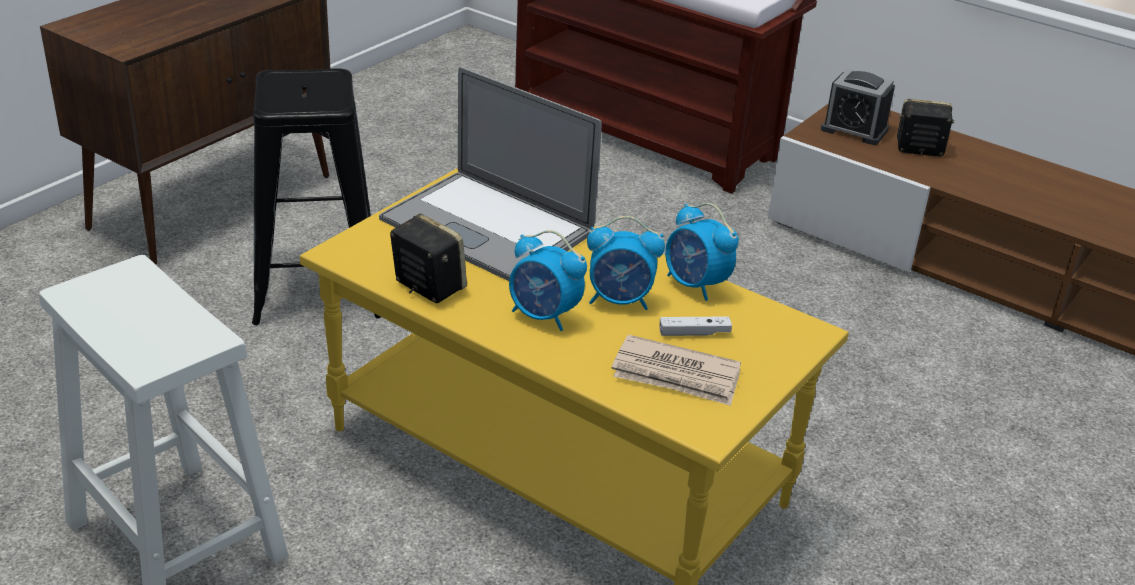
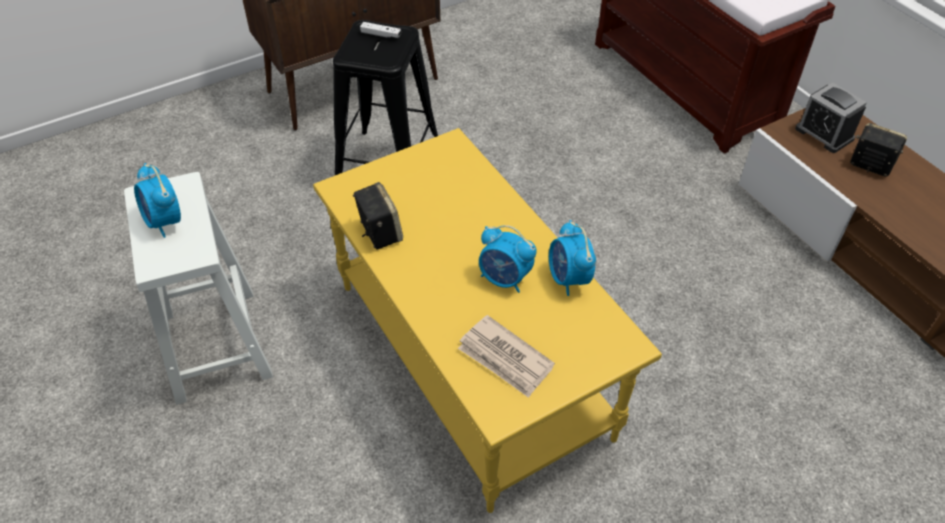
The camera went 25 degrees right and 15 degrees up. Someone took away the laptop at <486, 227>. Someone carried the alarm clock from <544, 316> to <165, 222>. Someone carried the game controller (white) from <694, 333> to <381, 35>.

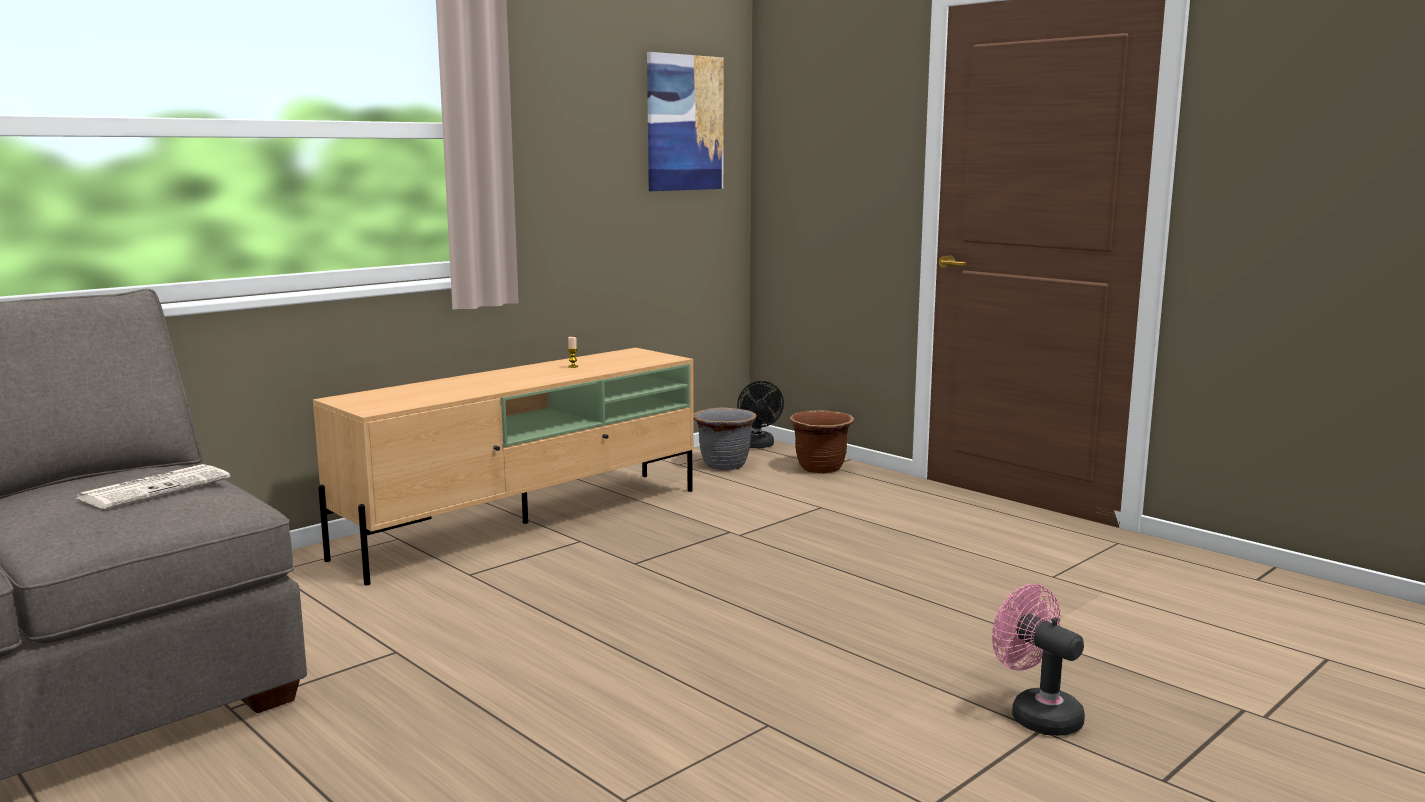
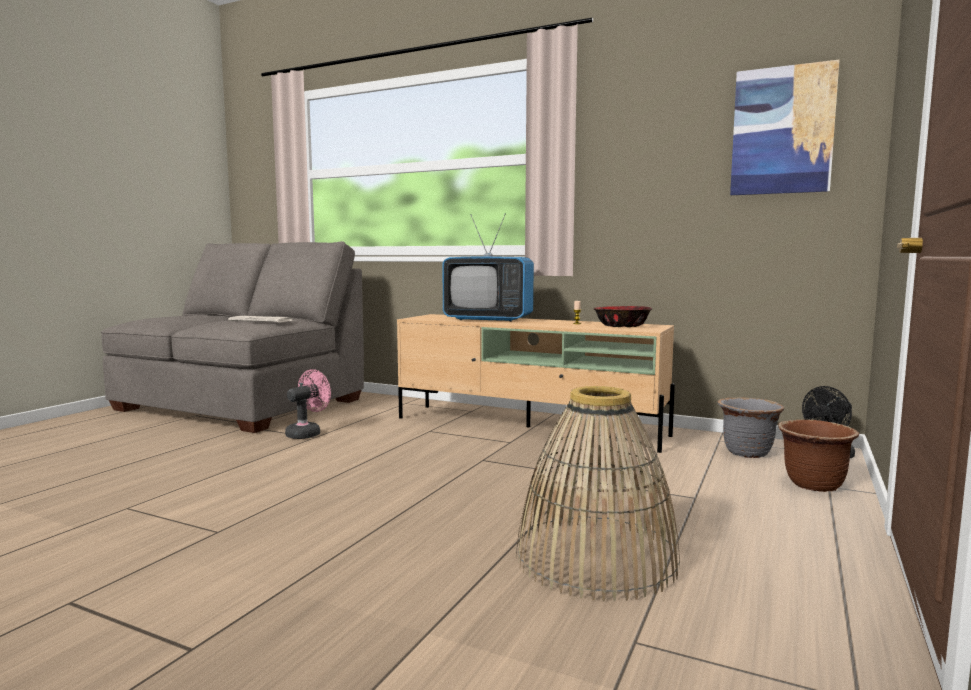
The camera went 70 degrees right and 5 degrees down. Someone carried the fan (pink) from <1036, 714> to <307, 433>. Someone put down the television at <488, 319>. Someone put down the basket at <596, 558>. Someone put down the bowl at <621, 325>.

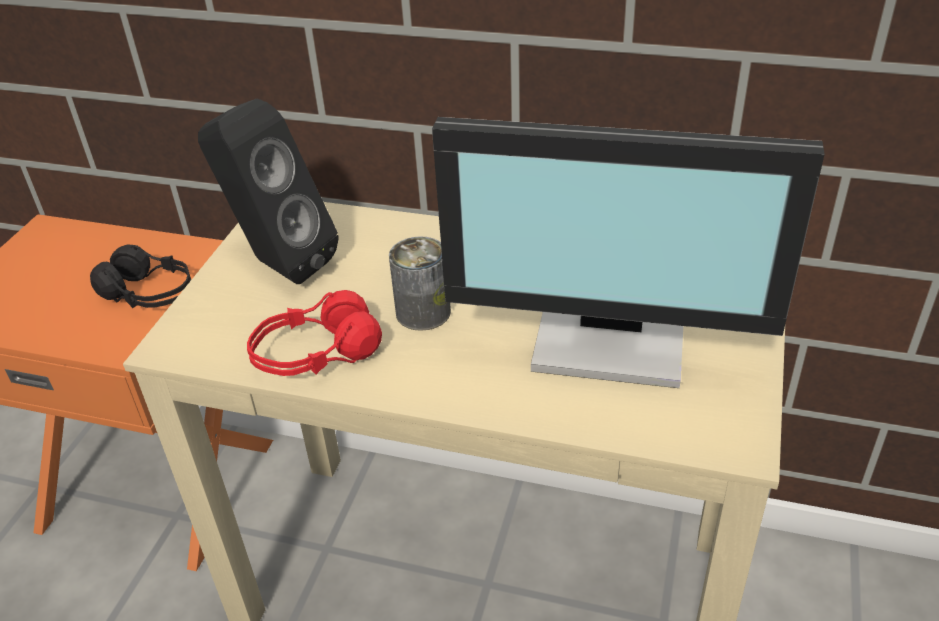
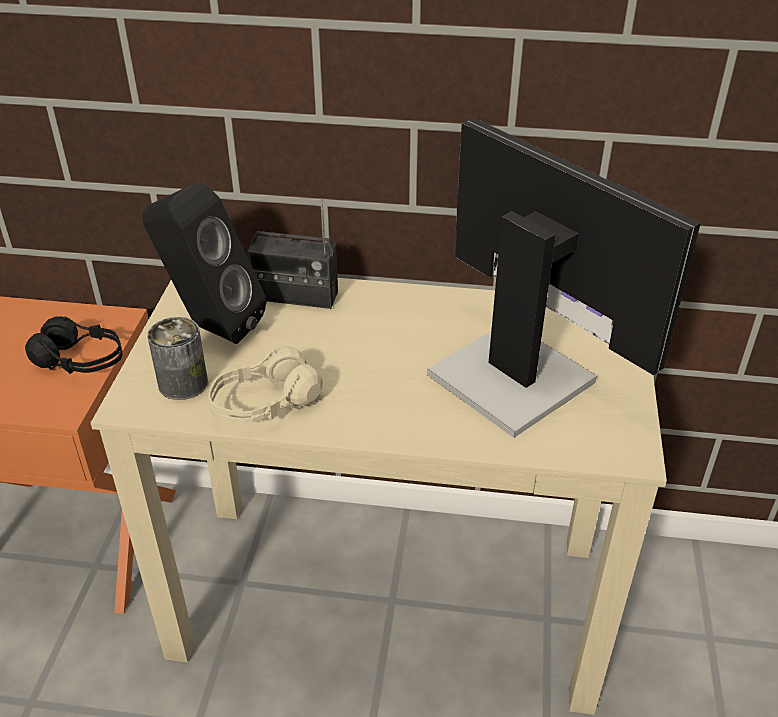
The camera went 10 degrees left and 0 degrees up. Someone repainted the headphones (red) at <316, 355>, which became the headphones (beige) at <264, 404>. Someone carried the can from <423, 312> to <183, 383>. Someone rotated the monitor at <612, 337> by 135 degrees counterclockwise. Someone put down the radio at <295, 296>.

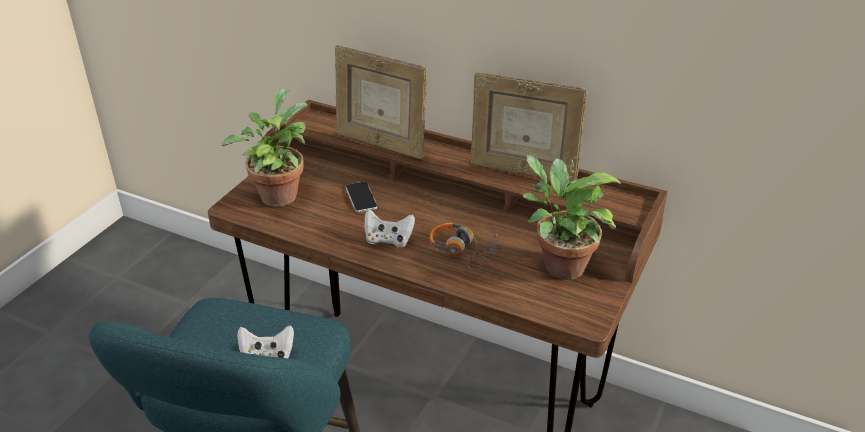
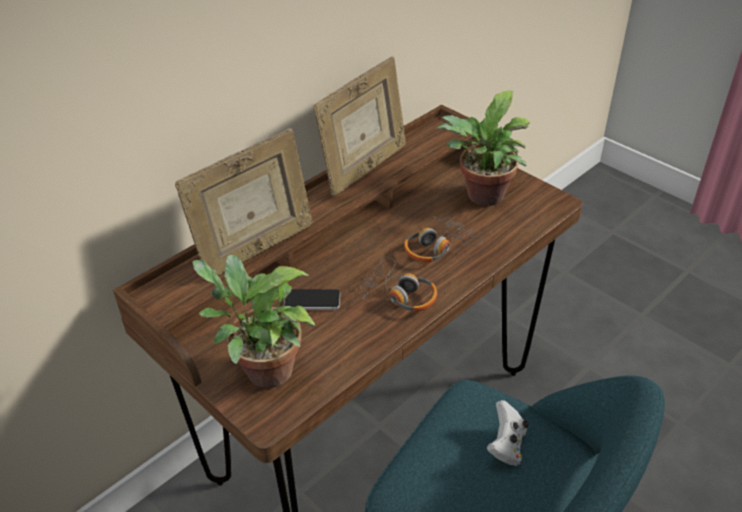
The camera went 70 degrees left and 5 degrees up. Someone swapped the game controller (white) at <388, 240> for the headphones at <399, 294>.

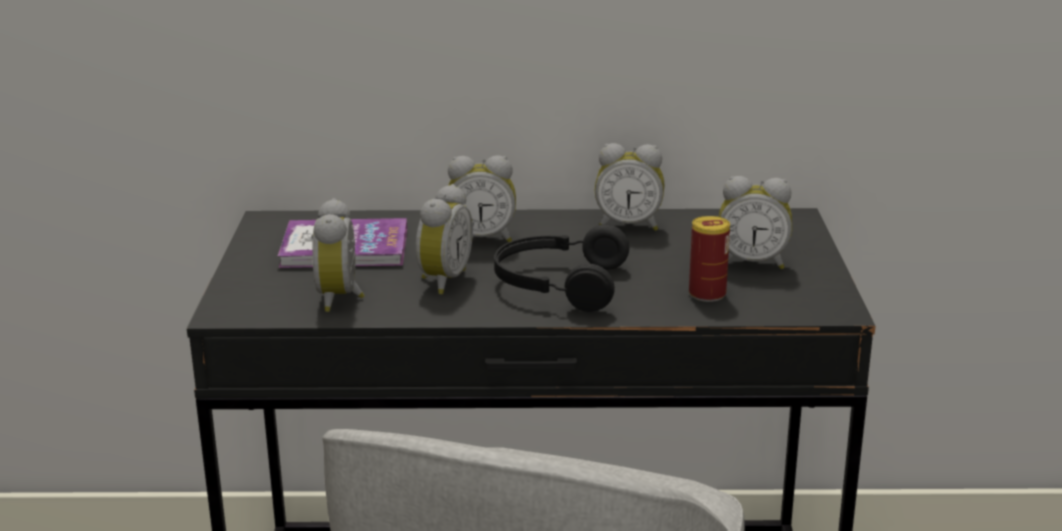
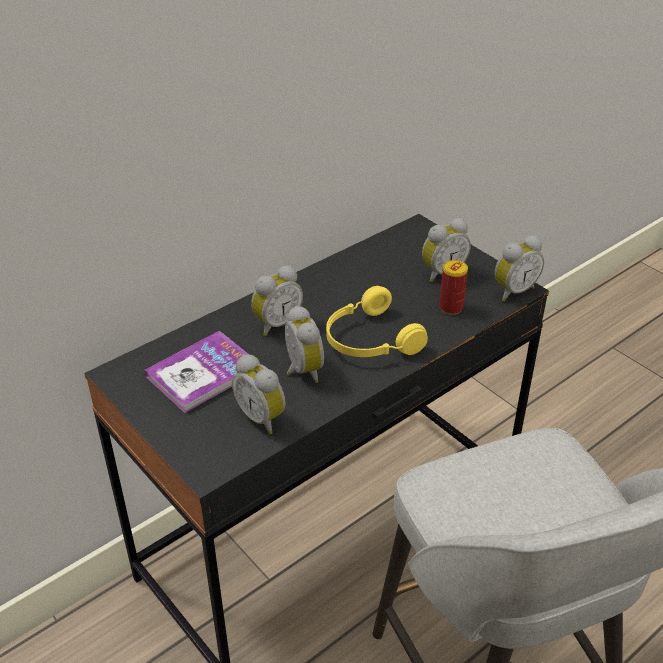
The camera went 40 degrees left and 15 degrees up. Someone repainted the headphones (black) at <558, 285>, which became the headphones (yellow) at <369, 340>. Someone carried the alarm clock from <628, 225> to <513, 290>.

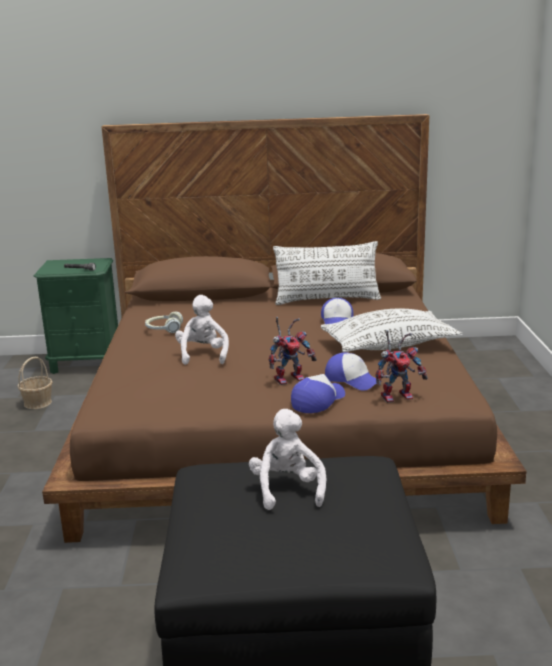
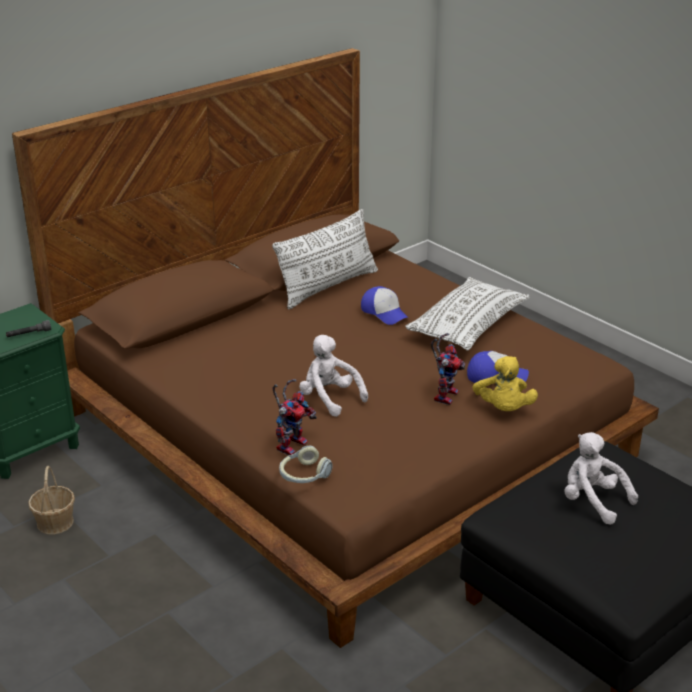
The camera went 40 degrees left and 10 degrees up. Someone carried the headphones from <164, 329> to <304, 475>. Someone swapped the cap at <318, 401> for the plush toy (yellow) at <503, 409>. Someone carried the toy robot from <398, 396> to <291, 443>.

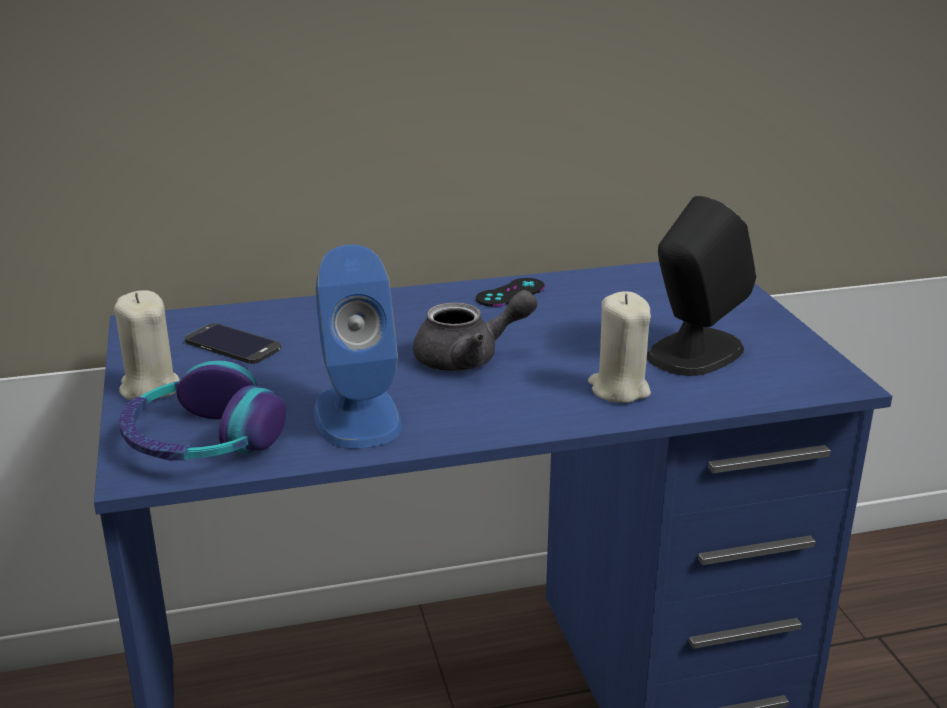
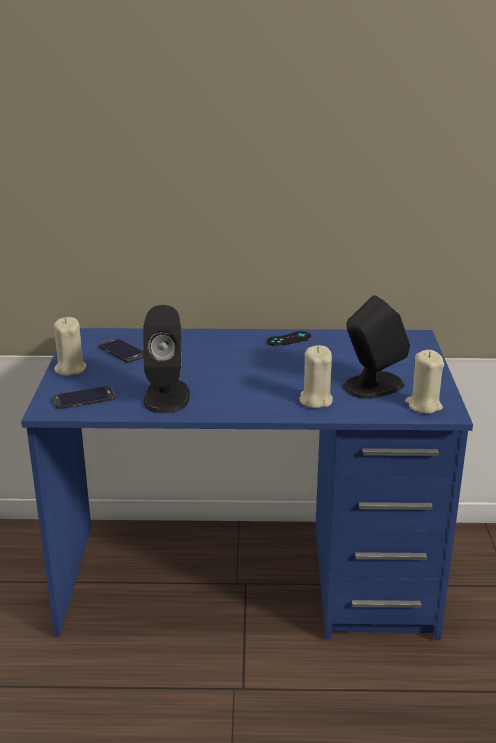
The camera went 15 degrees right and 0 degrees up. Someone swapped the headphones at <202, 440> for the phone at <84, 398>. Someone repainted the speaker (blue) at <357, 416>, which became the speaker (black) at <167, 396>. Someone took away the teapot (grey) at <469, 358>. Someone put down the candle (beige) at <423, 405>.

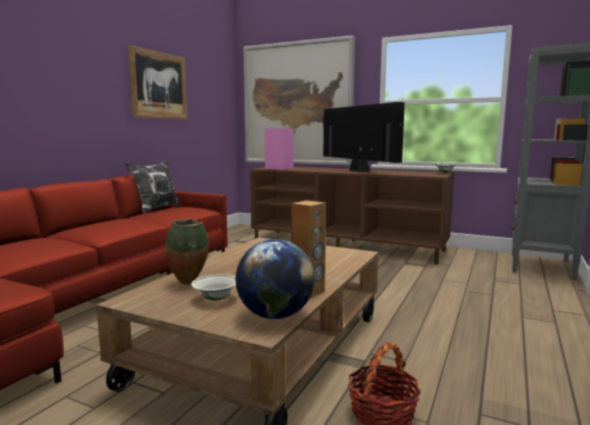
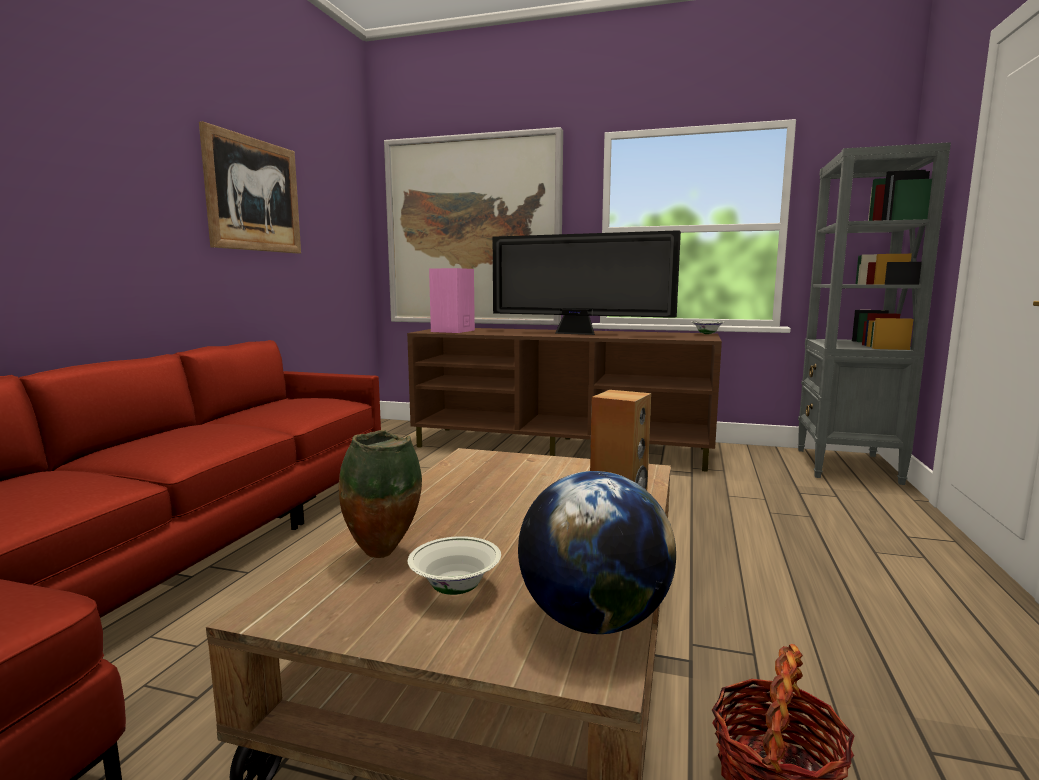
The camera went 10 degrees left and 0 degrees up. Someone took away the pillow at <155, 209>. Someone rotated the television at <358, 171> by 150 degrees clockwise.

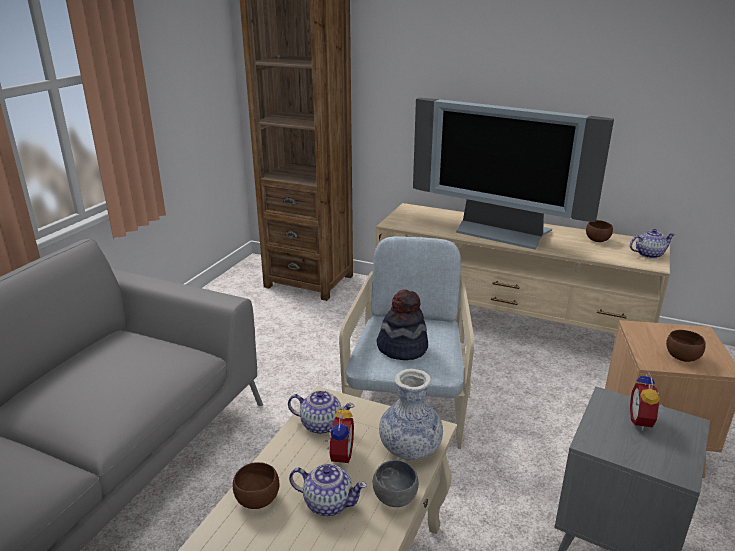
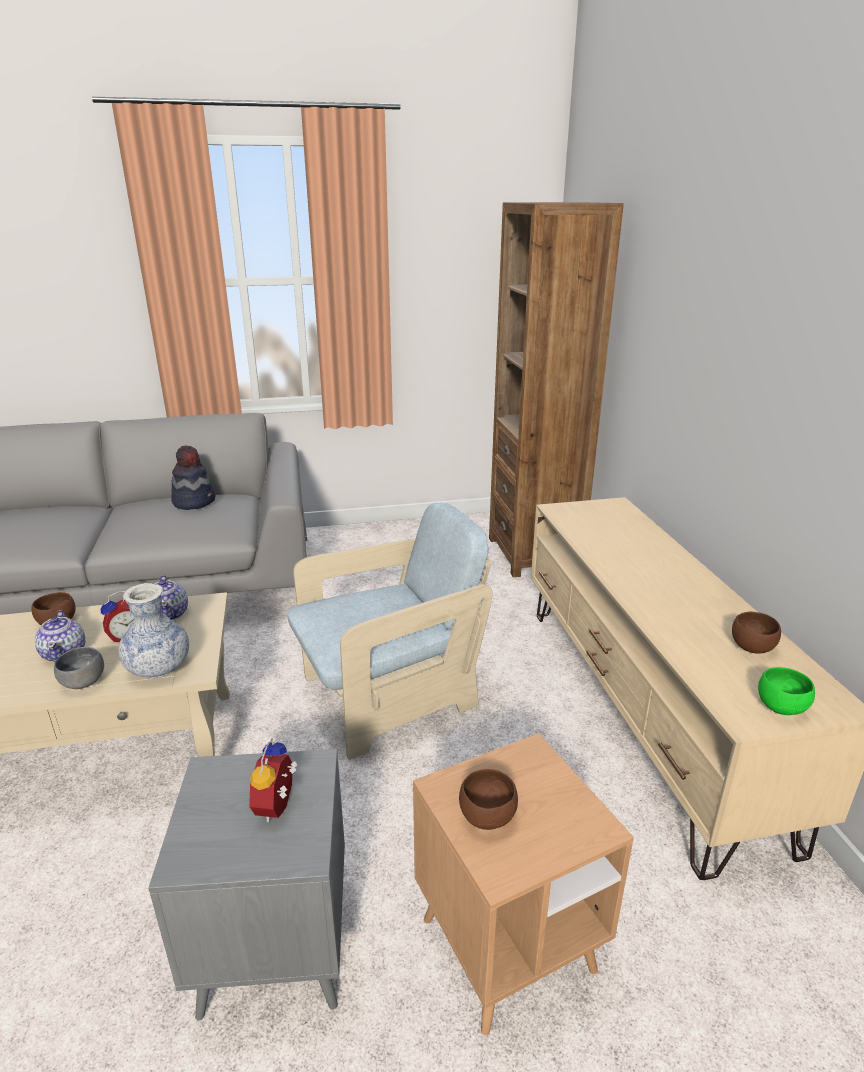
The camera went 55 degrees right and 0 degrees up. Someone carried the hat from <402, 348> to <194, 501>. Someone took away the television at <502, 234>. Someone swapped the teapot at <648, 254> for the bowl (green) at <780, 706>. Someone rotated the alarm clock at <643, 422> by 60 degrees counterclockwise.

